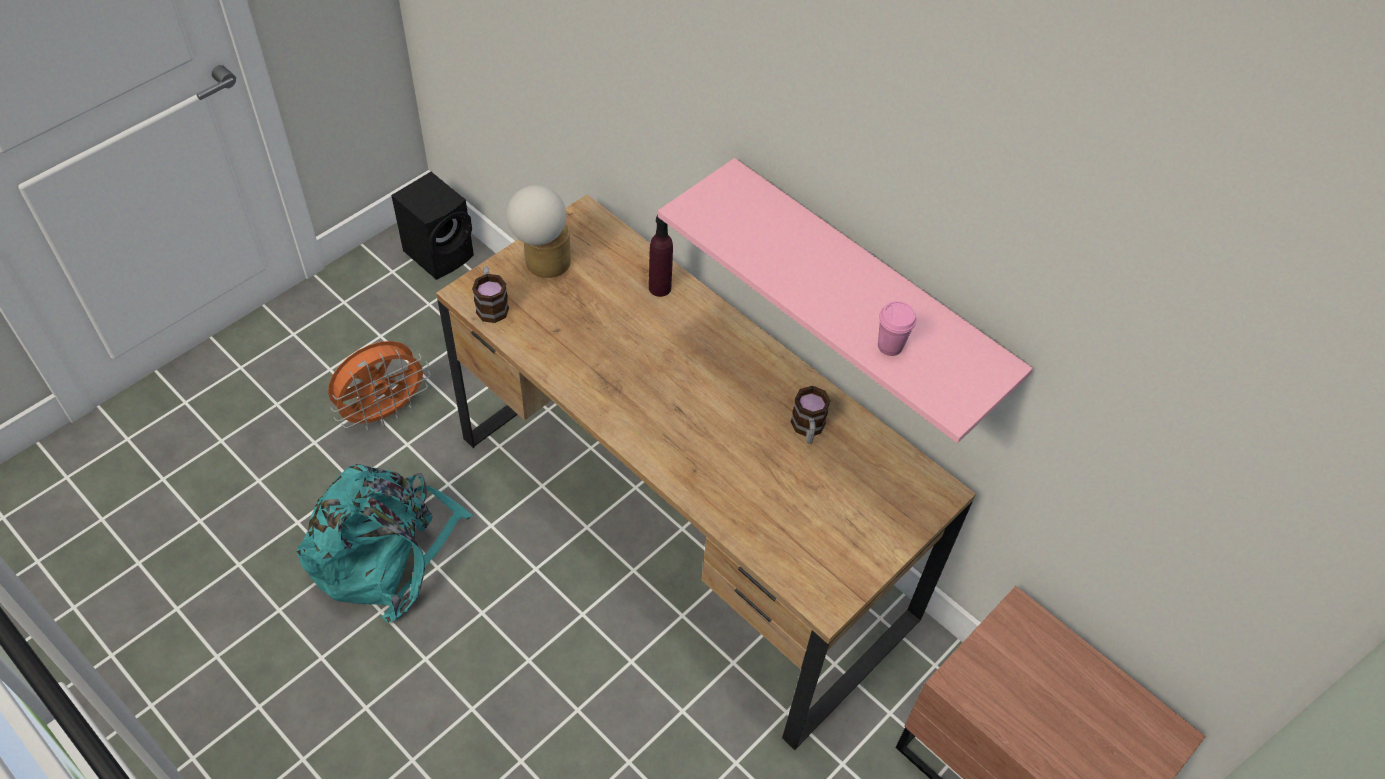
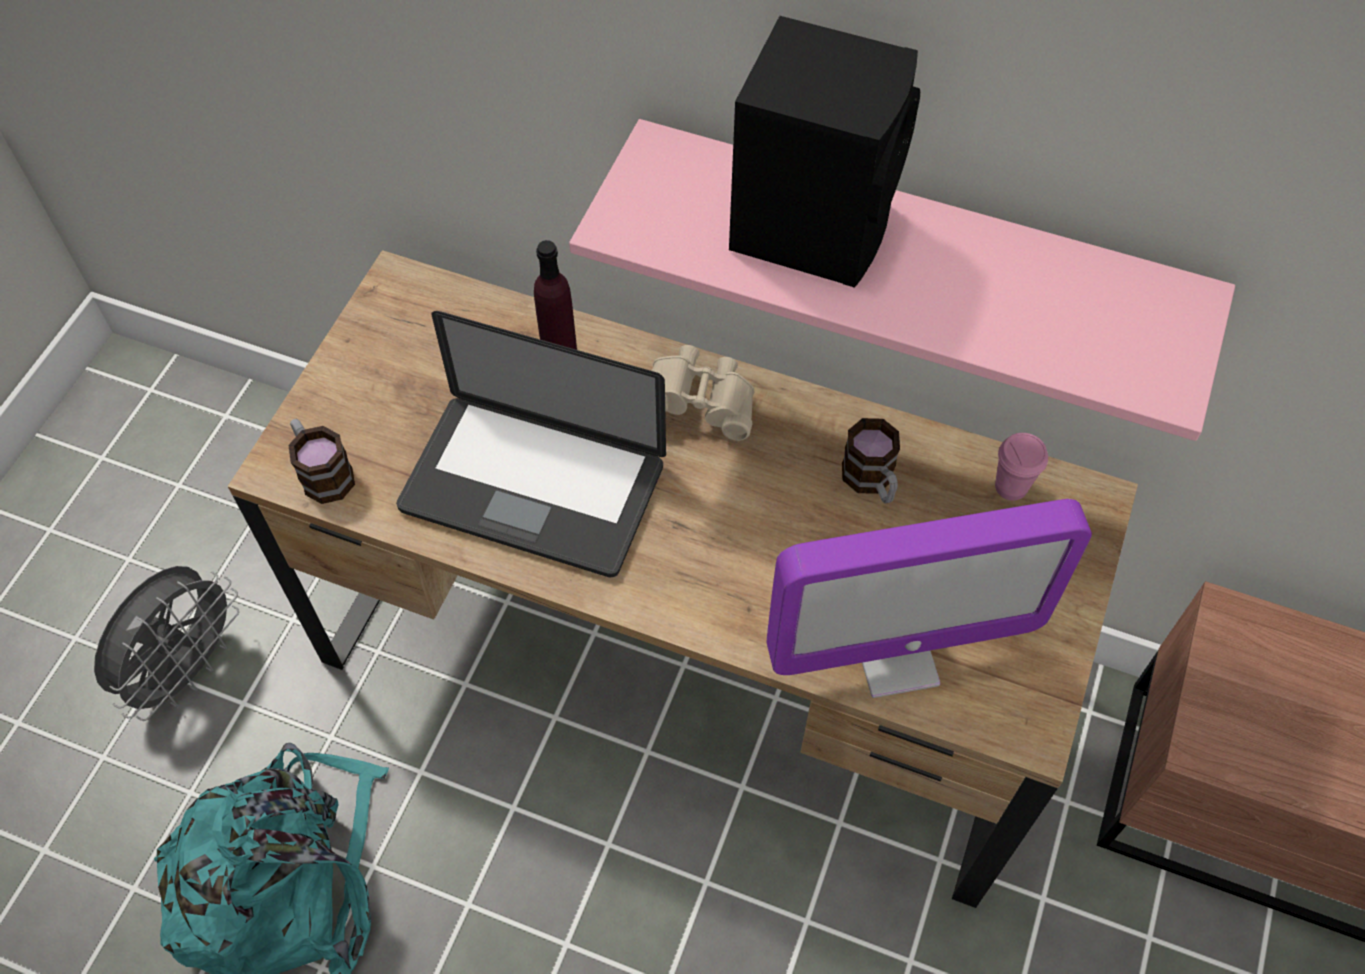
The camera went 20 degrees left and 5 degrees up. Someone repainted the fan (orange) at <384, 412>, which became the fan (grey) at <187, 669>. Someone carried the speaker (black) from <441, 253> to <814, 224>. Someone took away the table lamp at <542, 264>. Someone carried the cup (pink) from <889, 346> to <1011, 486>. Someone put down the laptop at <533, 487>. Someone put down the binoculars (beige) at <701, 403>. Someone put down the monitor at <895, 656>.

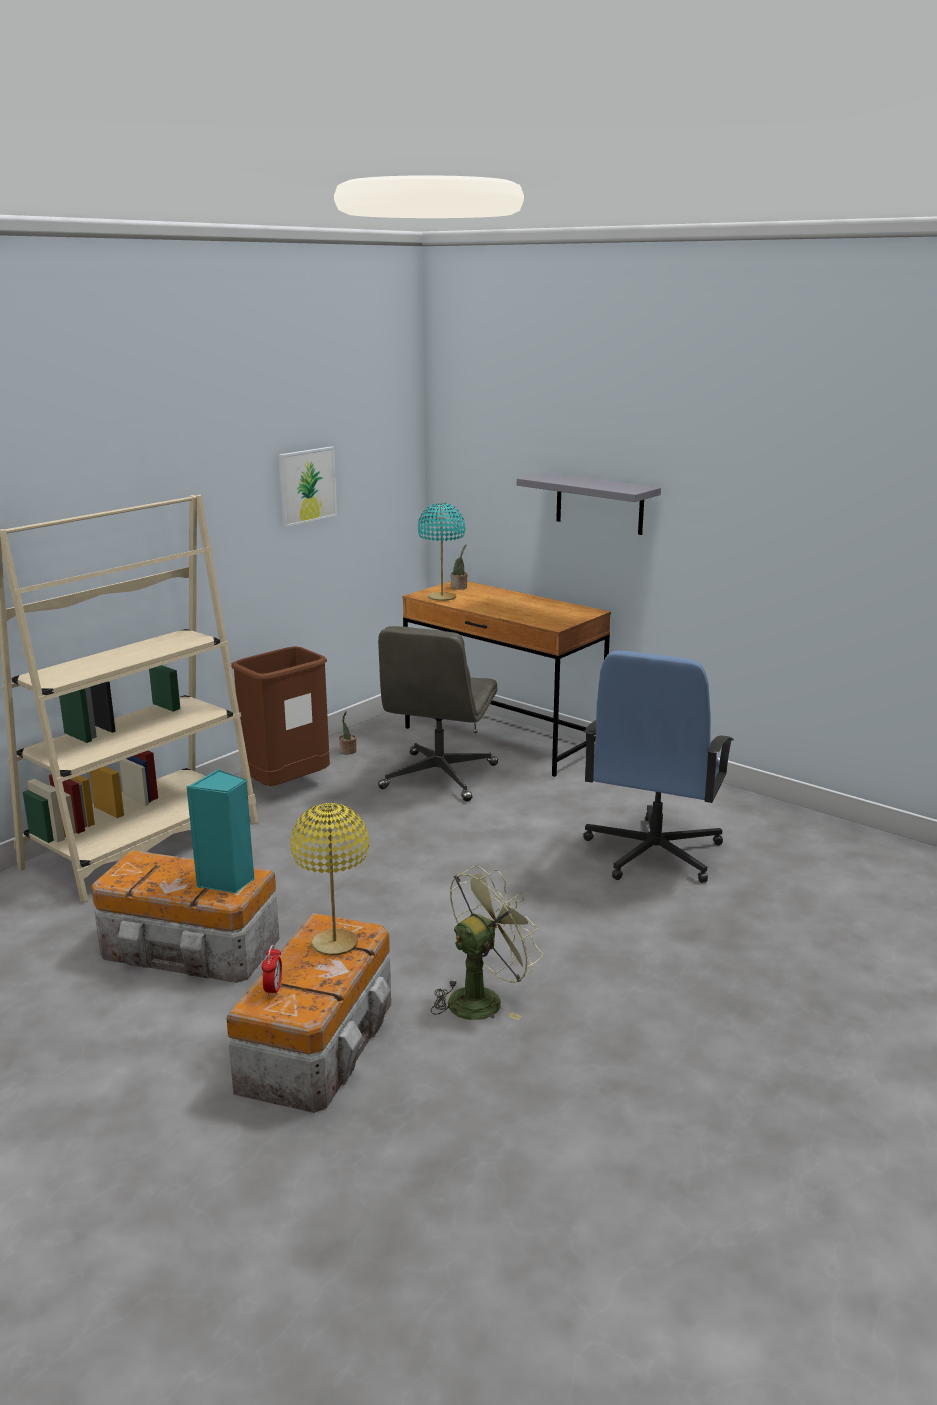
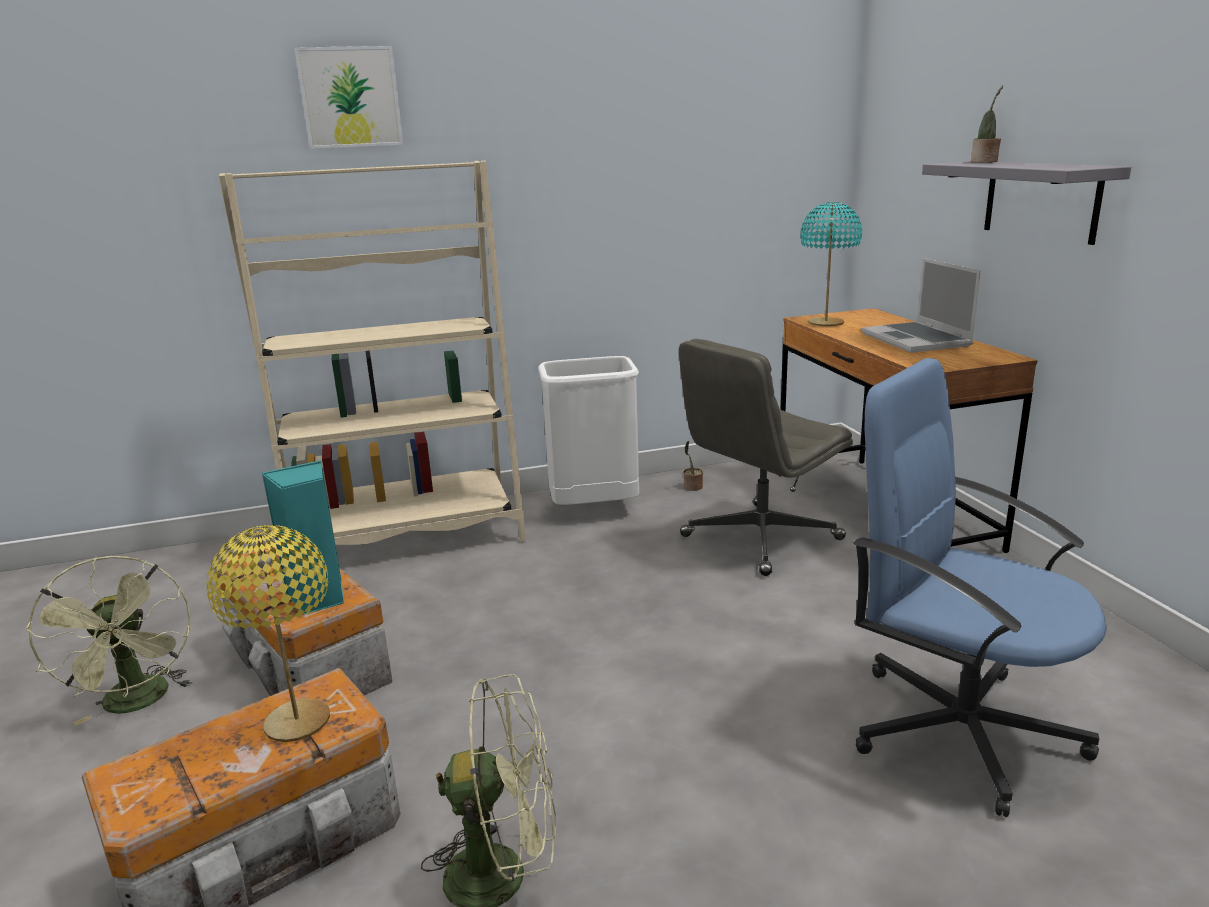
The camera went 35 degrees right and 0 degrees up. Someone repainted the trash can (brown) at <287, 786>, which became the trash can (white) at <594, 510>. Someone took away the alarm clock at <273, 989>. Someone carried the picture from <307, 485> to <350, 97>. Someone carried the potted plant from <459, 587> to <985, 162>. Someone rotated the office chair (blue) at <652, 853> by 75 degrees clockwise. Someone put down the fan (green) at <139, 703>. Someone put down the laptop at <917, 340>.

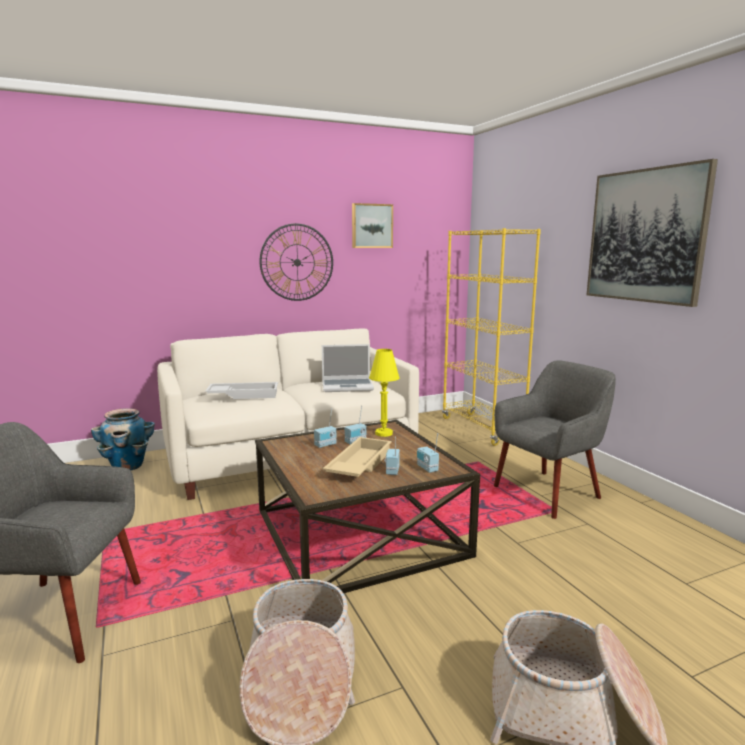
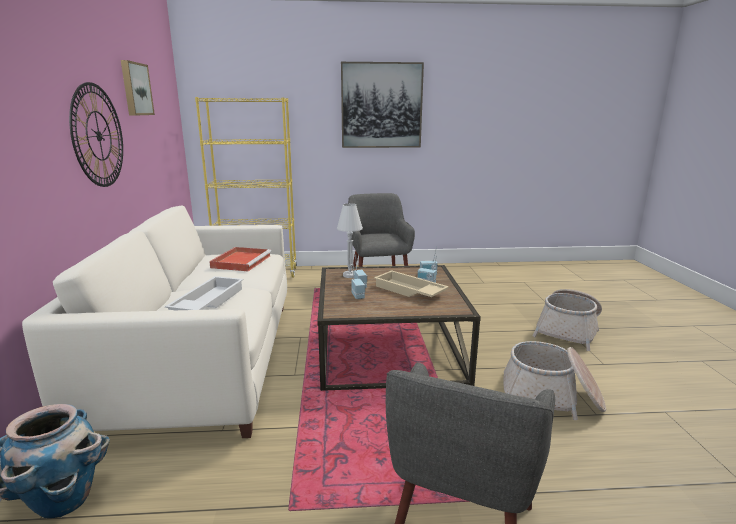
The camera went 70 degrees left and 5 degrees up. Someone swapped the laptop at <348, 386> for the tray (red) at <241, 261>. Someone repainted the table lamp (yellow) at <383, 433>, which became the table lamp (white) at <350, 275>.

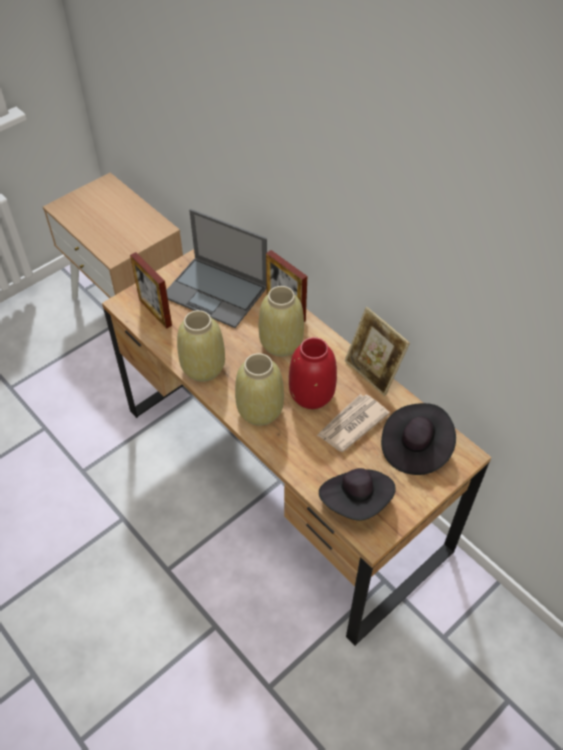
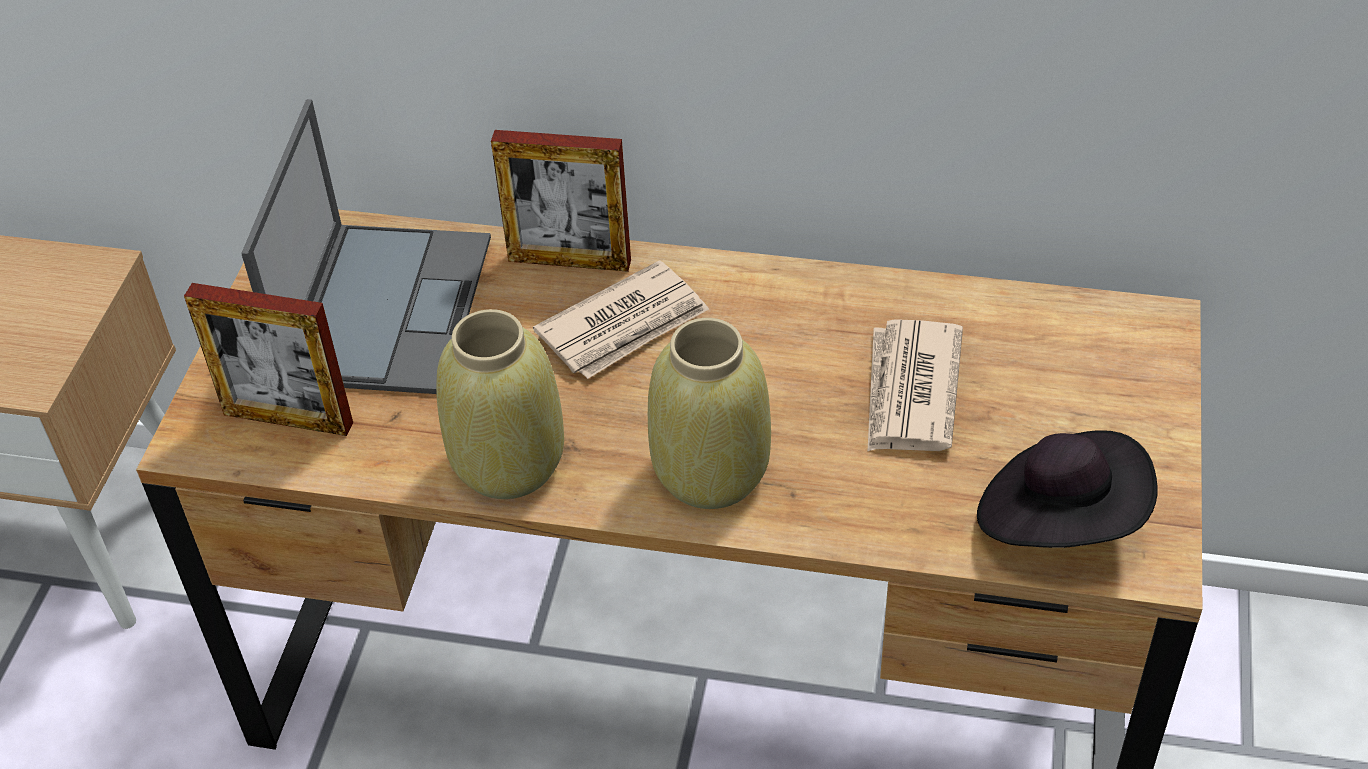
The camera went 35 degrees left and 5 degrees down. Someone rotated the laptop at <216, 292> by 75 degrees counterclockwise. Someone swapped the vase (beige) at <281, 343> for the newspaper at <624, 325>. Someone took away the vase (red) at <312, 394>. Someone took away the picture frame at <372, 373>. Someone took away the hat (black) at <415, 448>.

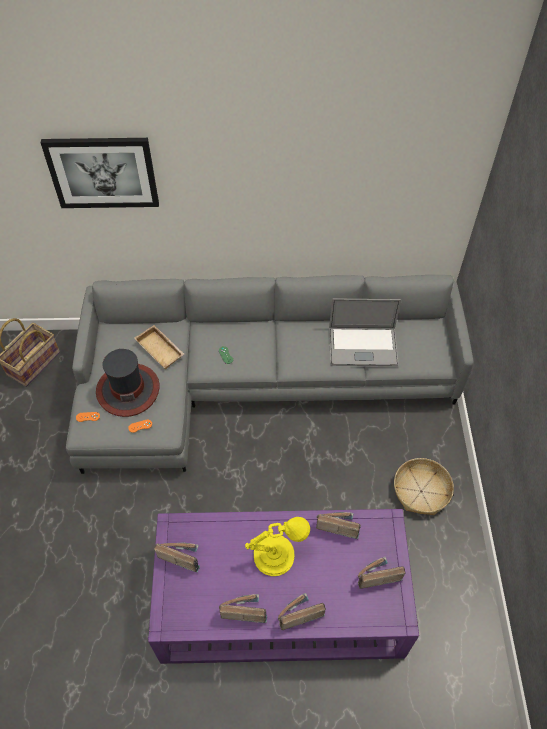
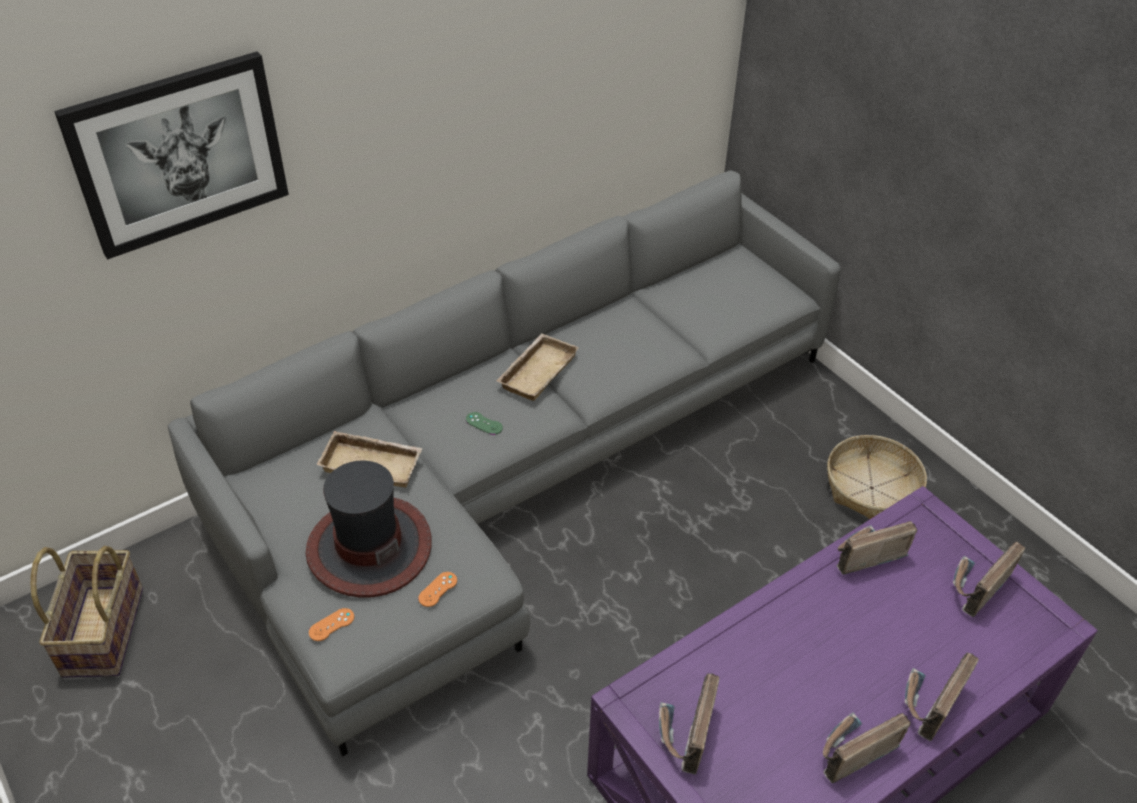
The camera went 35 degrees left and 10 degrees down. Someone rotated the radio at <180, 556> by 60 degrees counterclockwise. Someone took away the table lamp (yellow) at <277, 555>. Someone took away the laptop at <362, 346>. Someone put down the tray (beige) at <536, 370>.

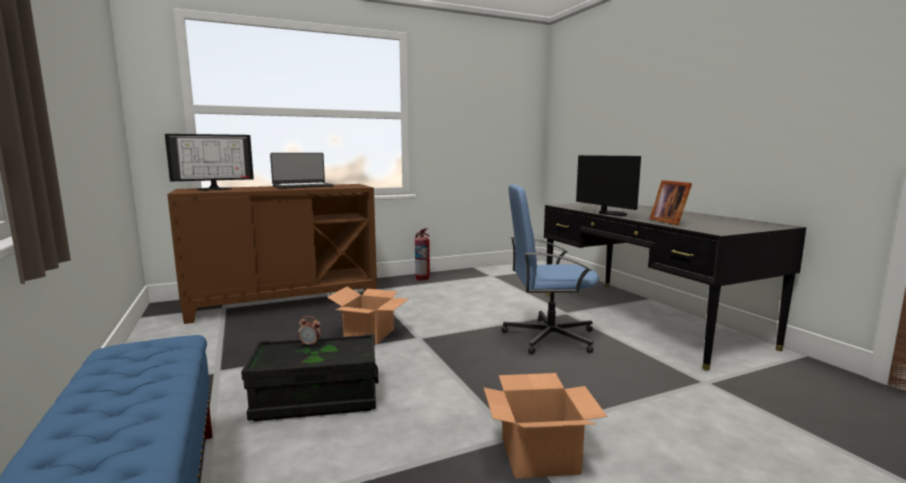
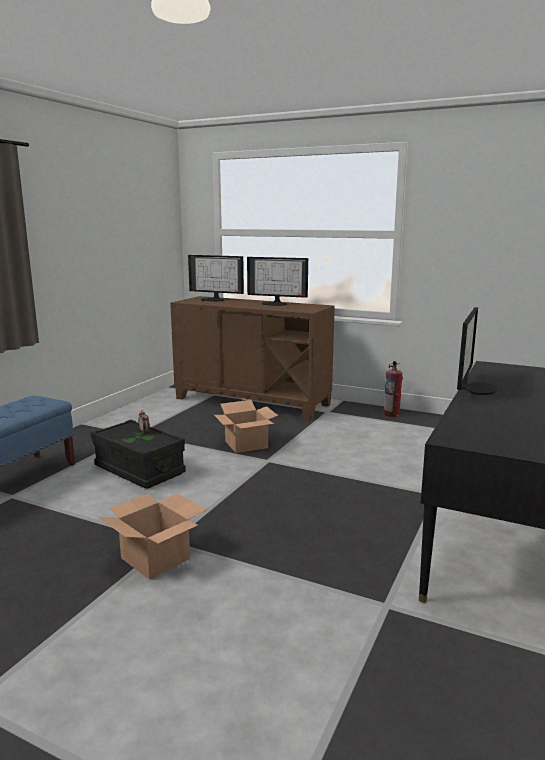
The camera went 50 degrees right and 5 degrees up. Someone swapped the laptop at <302, 186> for the monitor at <275, 304>. Someone took away the office chair (blue) at <548, 337>. Someone took away the picture frame at <670, 221>.

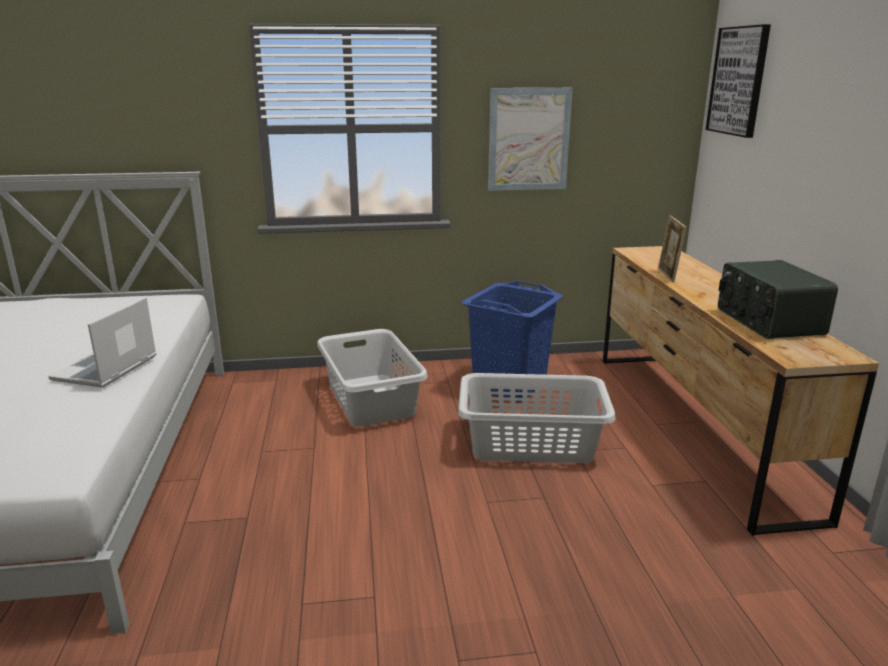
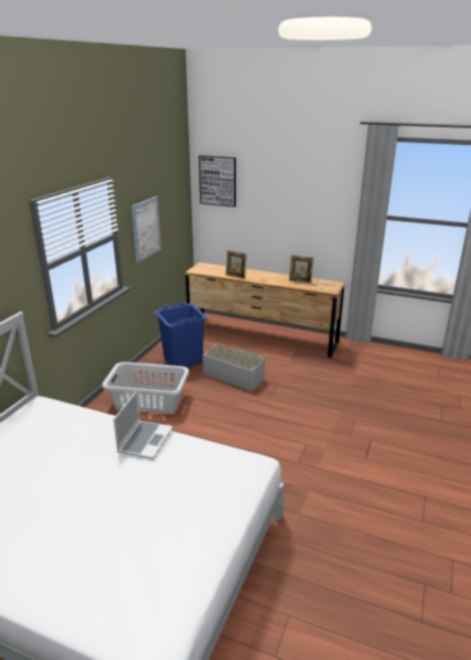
The camera went 60 degrees left and 5 degrees up. Someone rotated the laptop at <106, 369> by 120 degrees counterclockwise. Someone swapped the laundry basket (grey) at <530, 442> for the storage box (grey) at <236, 373>. Someone swapped the radio at <767, 322> for the picture frame at <300, 281>.

